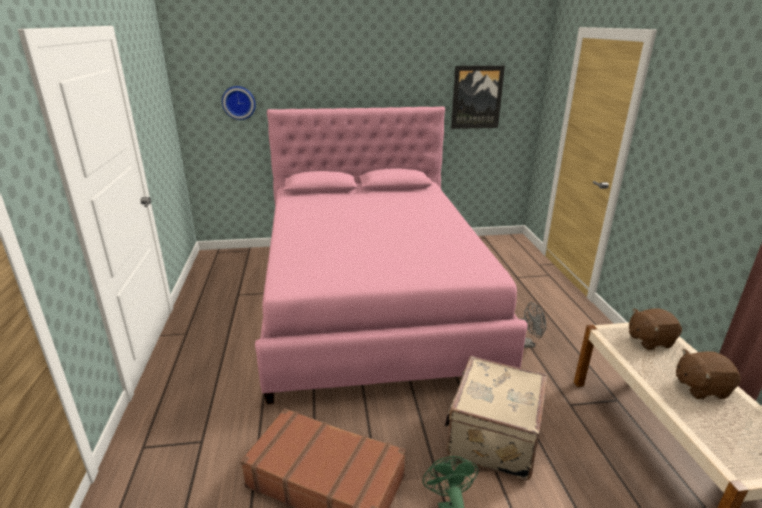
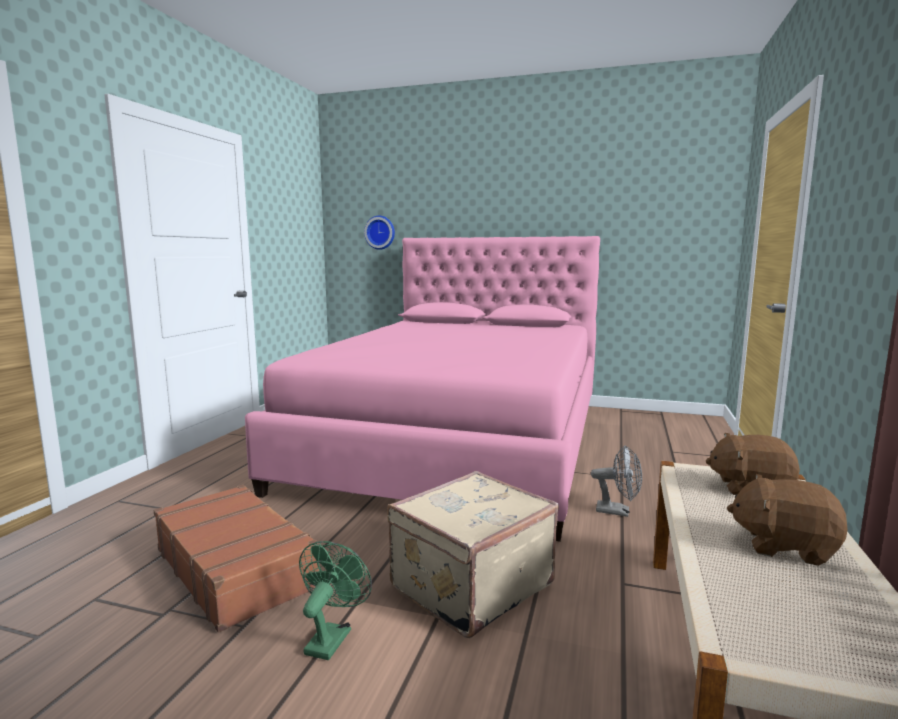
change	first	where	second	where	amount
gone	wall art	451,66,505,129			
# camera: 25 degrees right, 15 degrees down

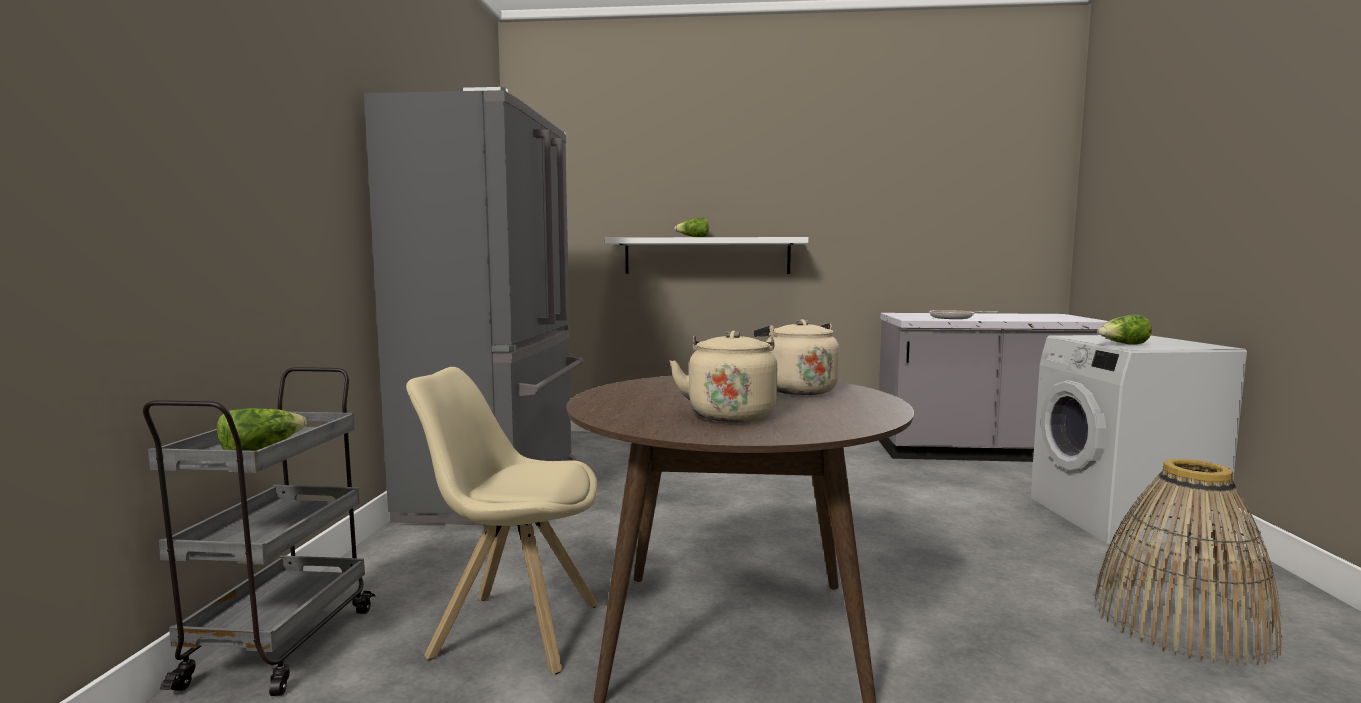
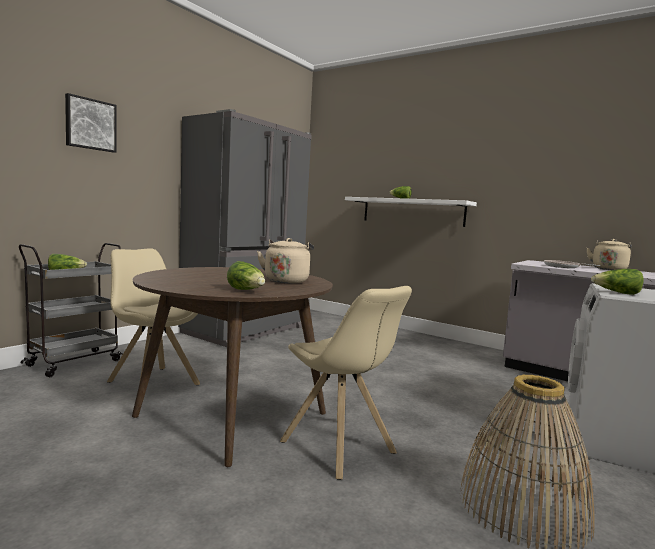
change	first	where	second	where	amount
new			wall art	65,93,117,153	
new			lettuce head	227,261,265,290	
new			plain chair in beige-coloured	280,286,412,480	
shifted	kettle in beige-coloured	669,331,777,422		587,239,632,270	
# camera: 30 degrees right, 0 degrees up

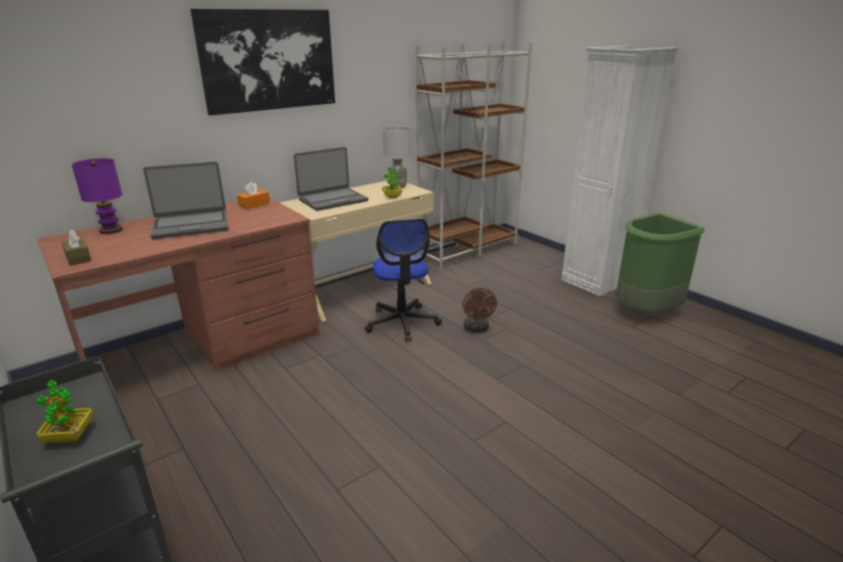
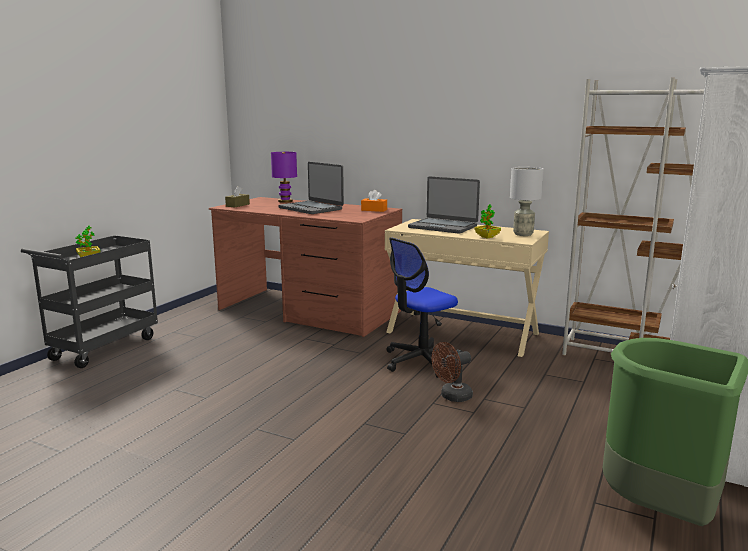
change	first	where	second	where	amount
gone	wall art	190,8,335,116			
# camera: 65 degrees right, 10 degrees down

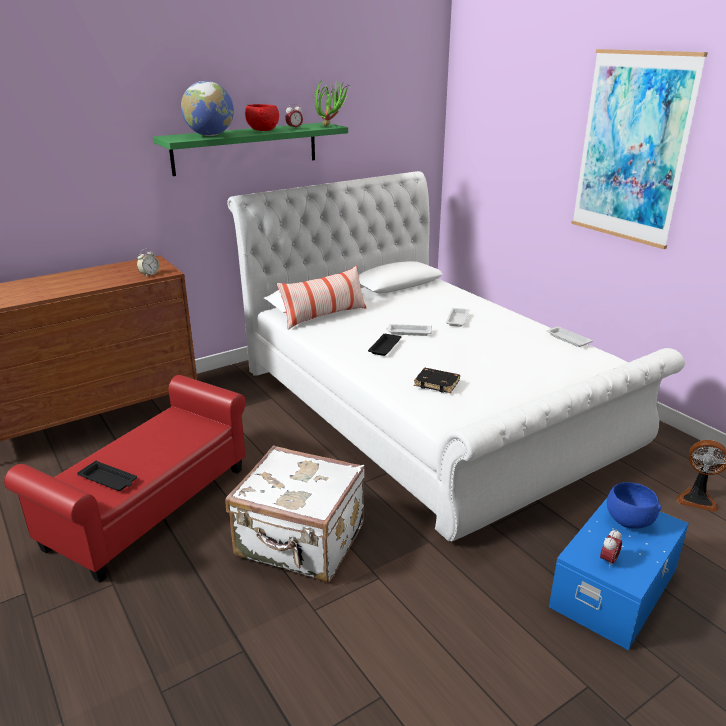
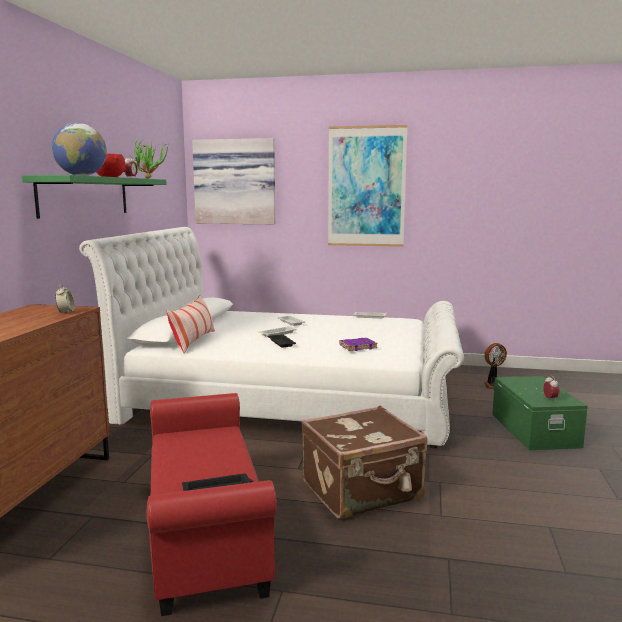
change	first	where	second	where	amount
gone	bowl in bluish	607,482,662,529			
new			wall art	192,138,275,224	
repainted	piece of luggage in white	226,445,365,582	piece of luggage in brown-coloured	301,406,428,519	
repainted	bound book in black-coloured	414,368,460,393	bound book in purplish	339,338,378,351	
repainted	storage container in bluish	549,498,689,650	storage container in green-coloured	492,376,588,450	
# camera: 45 degrees left, 15 degrees down

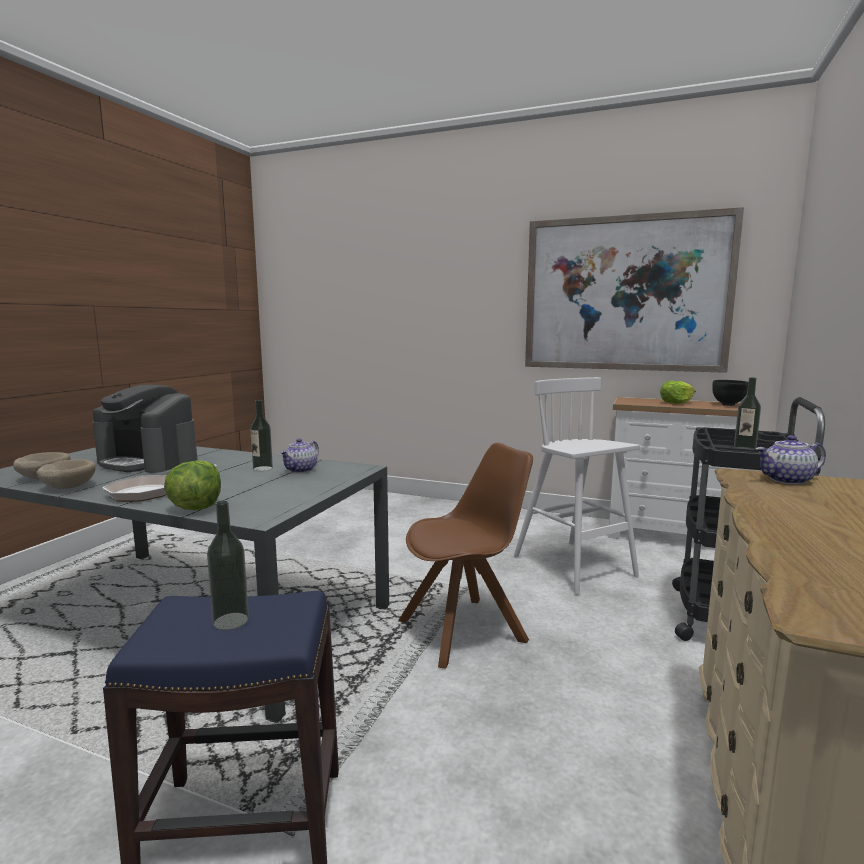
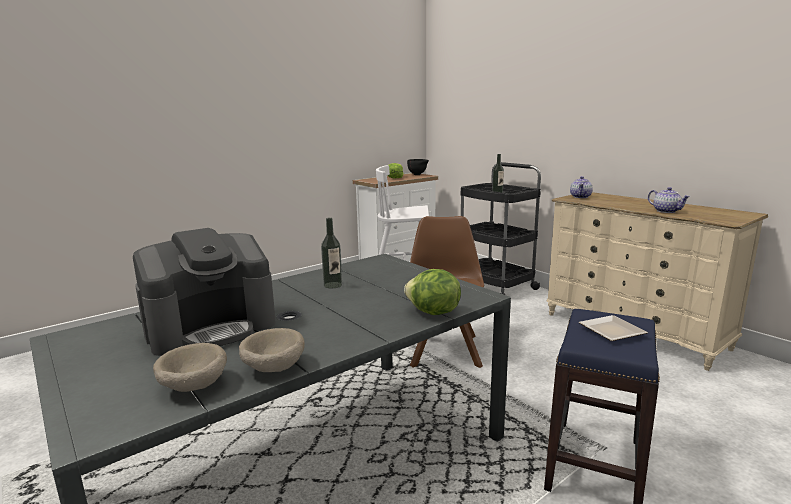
change	first	where	second	where	amount
gone	frying pan	102,464,217,502			
gone	wall art	525,207,744,373			
shifted	tea pot	280,438,319,473		648,187,690,213	
swapped	bottle	207,501,249,630	flat dish	579,315,648,341	
# camera: 60 degrees left, 5 degrees up

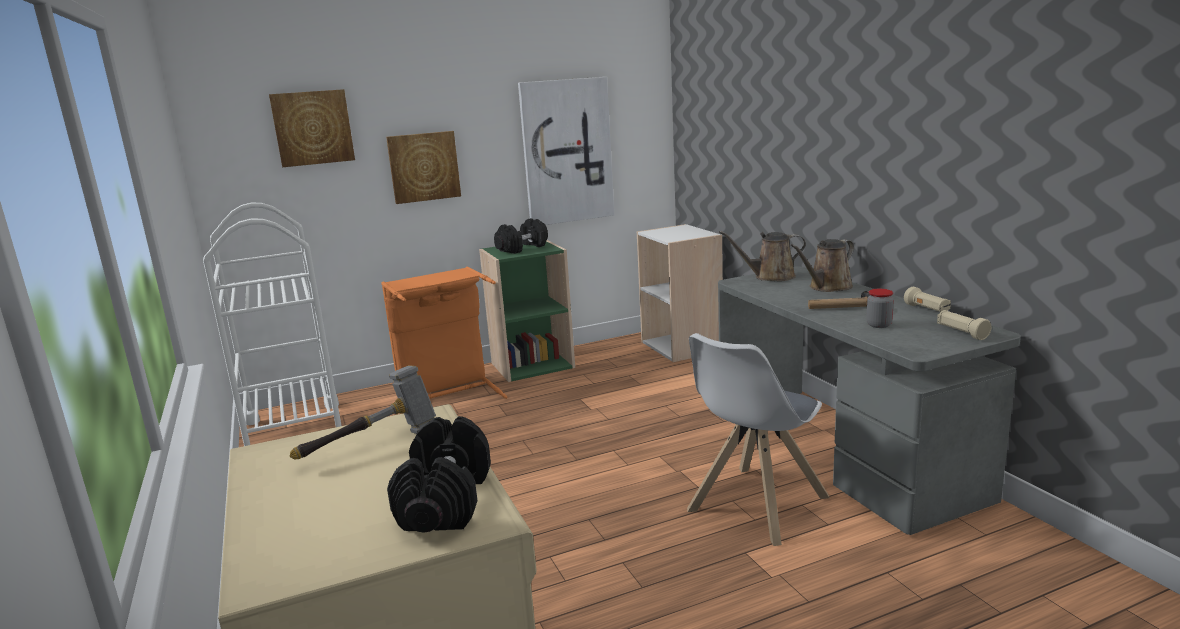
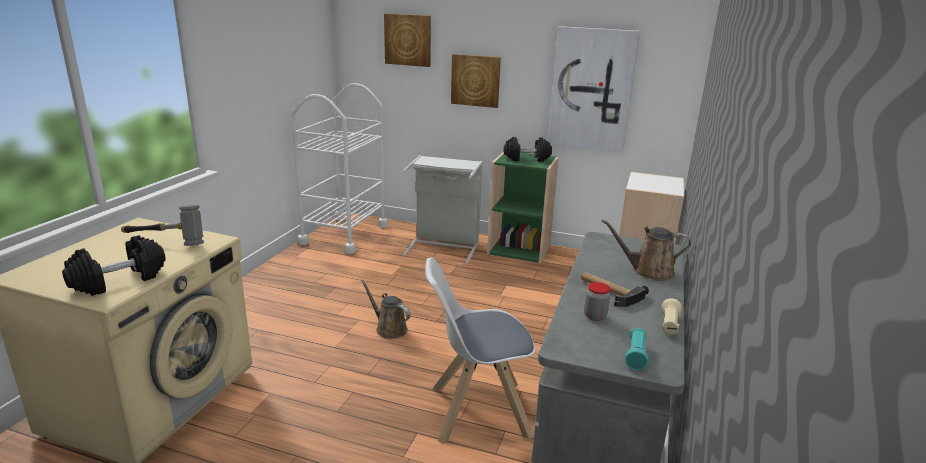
change	first	where	second	where	amount
shifted	watering can in brown-coloured	719,231,806,281		361,280,411,339	
repainted	washing basket in orangey	381,266,507,399	washing basket in greyish	403,155,483,264	
repainted	flashlight in beige-coloured	937,310,991,340	flashlight in turquoise	625,328,648,370	
# camera: 40 degrees right, 5 degrees up

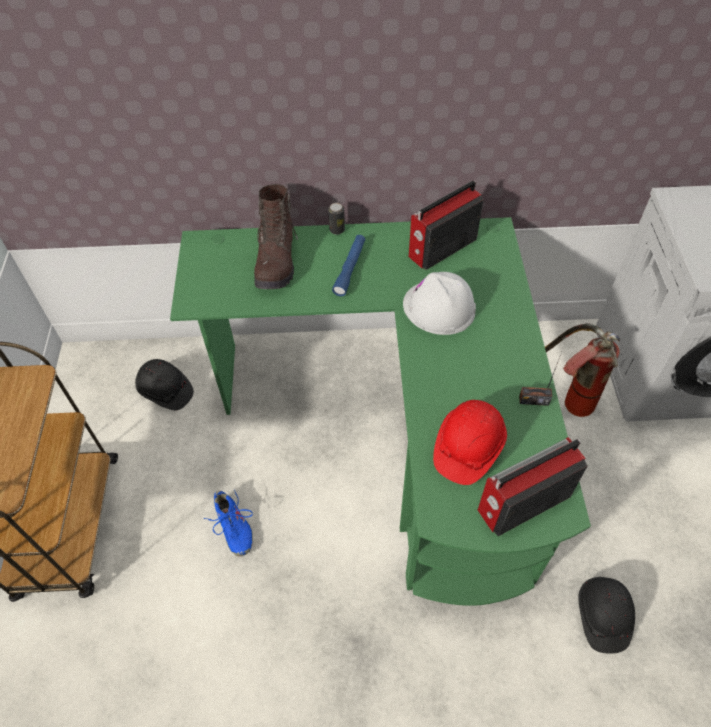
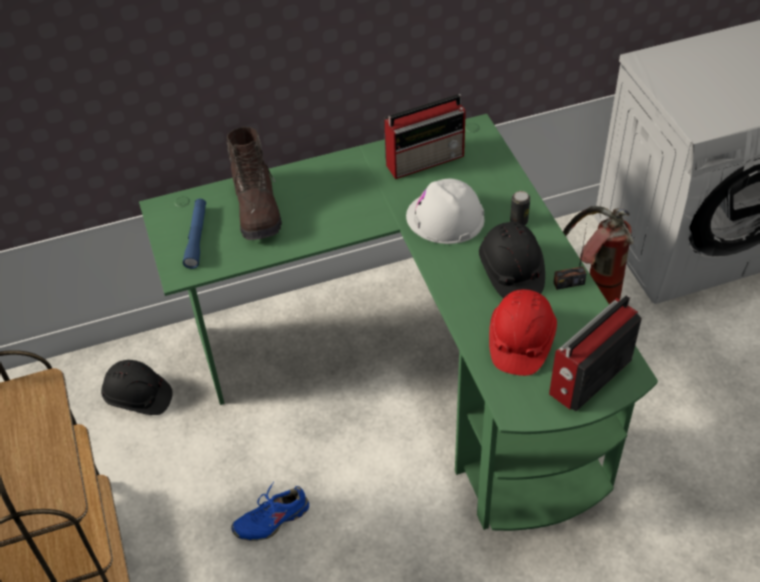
change	first	where	second	where	amount
shifted	can	328,203,345,235		510,191,530,225	
shifted	flashlight in bluish	332,235,365,296		183,199,206,269	
shifted	hard hat in black-coloured	578,577,635,654		479,222,545,299	
rotated	shoe in bluish	203,490,253,556		231,482,309,541	105 degrees clockwise
rotated	radio set	409,180,484,270		384,94,466,179	150 degrees counterclockwise
# camera: 15 degrees left, 5 degrees down

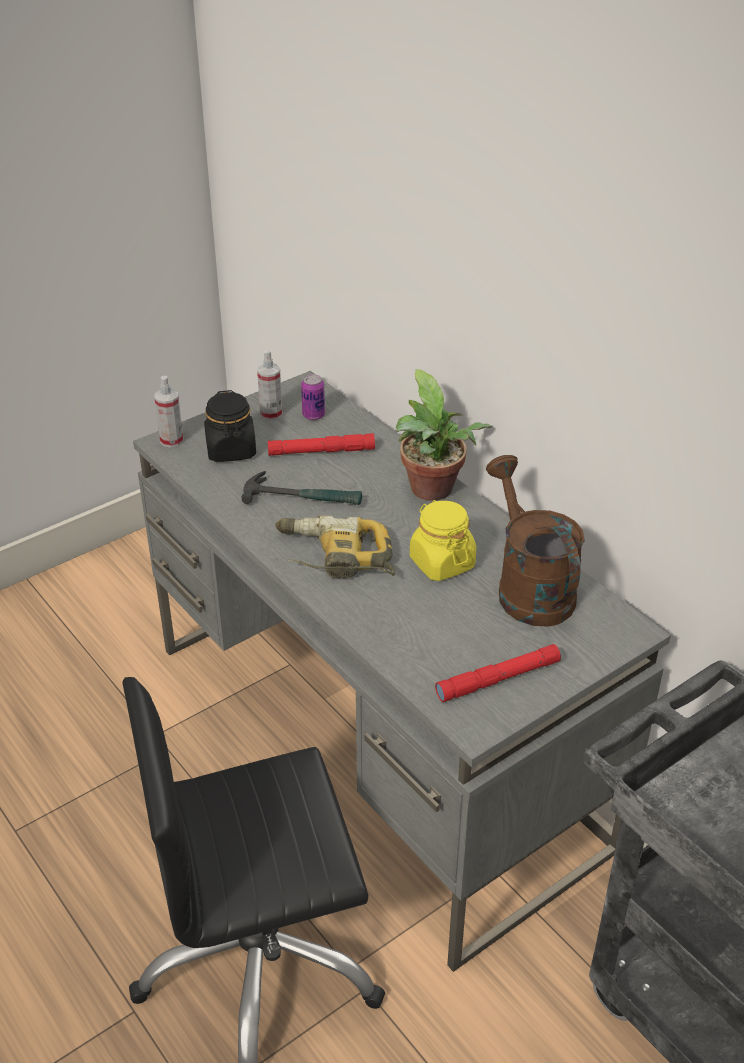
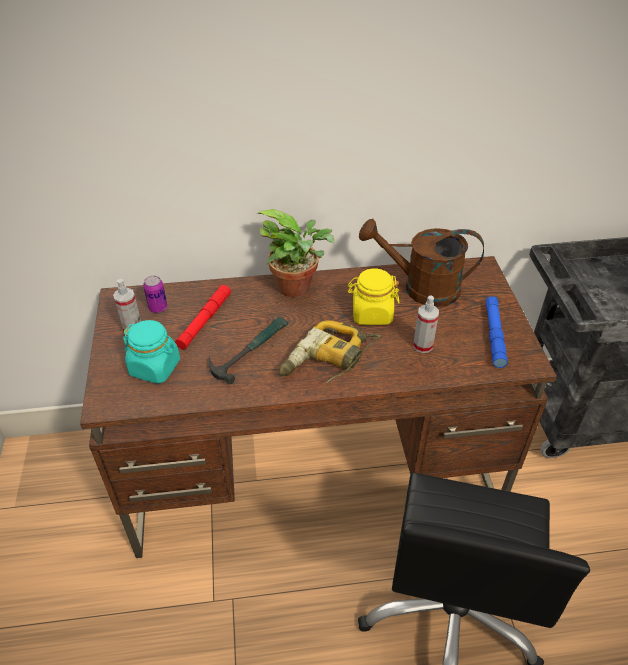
change	first	where	second	where	amount
shifted	spray bottle	154,376,183,448		413,296,439,353	
repainted	desk in greyish	133,371,671,972	desk in brown-coloured	80,256,557,558	
repainted	preserve jar in black-coloured	204,390,256,462	preserve jar in turquoise	123,320,180,384	
repainted	flashlight in red-coloured	435,644,561,702	flashlight in bluish	485,296,508,368	
# camera: 60 degrees left, 5 degrees up

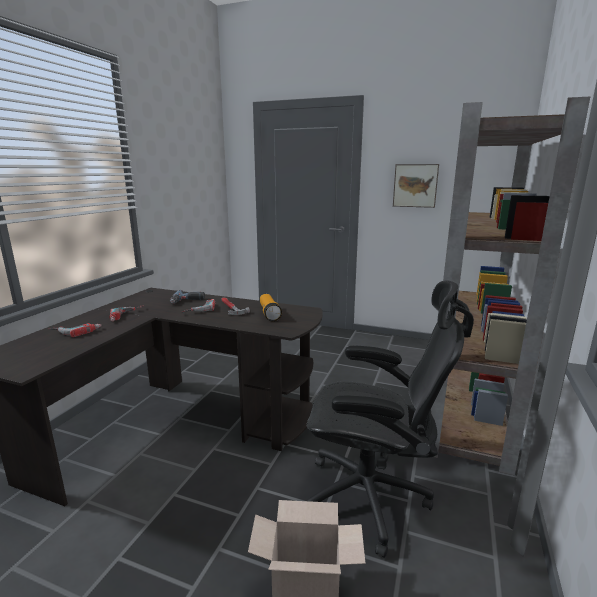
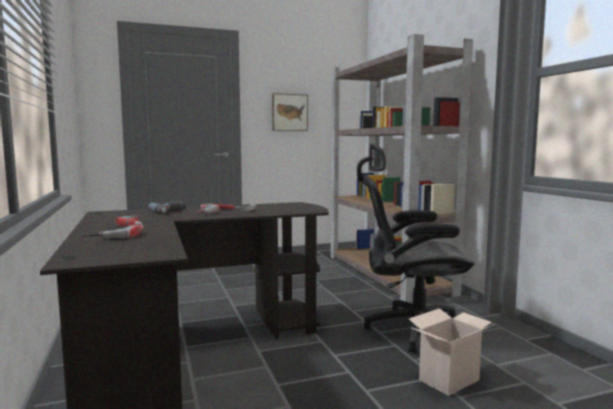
change	first	where	second	where	amount
gone	flashlight	260,294,282,321			
rotated	desk chair	306,280,474,558		357,144,475,354	150 degrees counterclockwise
# camera: 40 degrees left, 10 degrees down

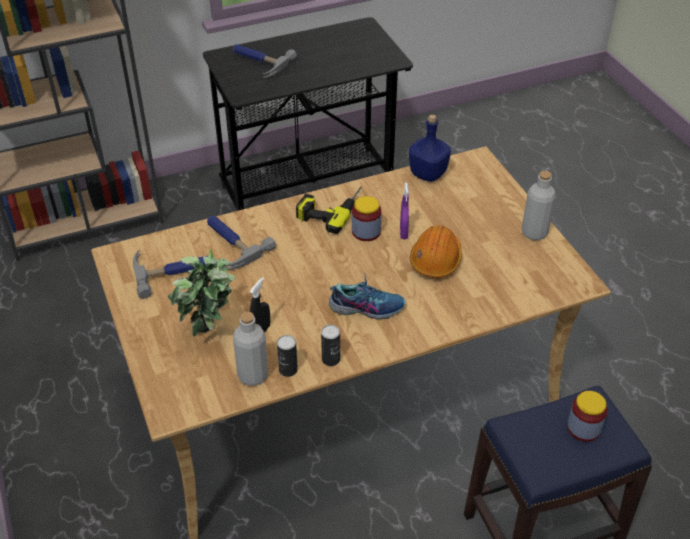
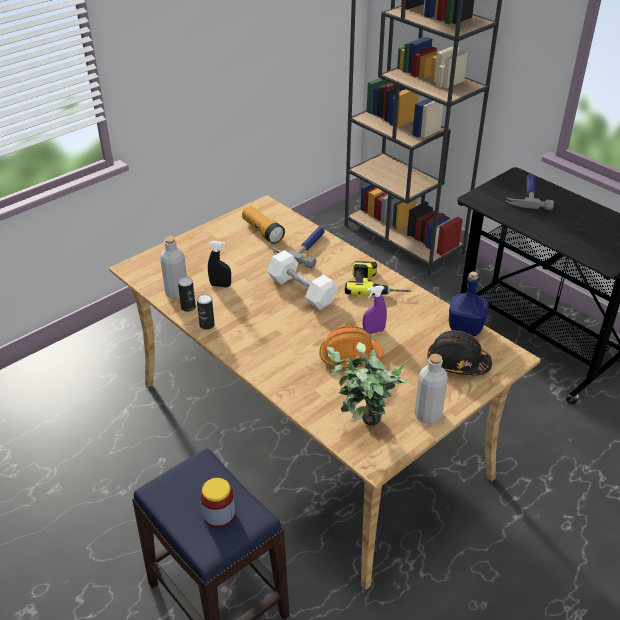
change	first	where	second	where	amount
gone	shoe	329,273,406,320			
gone	preserve jar	352,196,382,241			
new			free weight in white	267,250,338,310	
new			hard hat in black-coloured	427,330,492,376	
shifted	potted plant	167,249,235,336		327,342,408,426	
swapped	hammer	133,250,208,299	flashlight	242,206,285,244	
# camera: 70 degrees right, 5 degrees down

